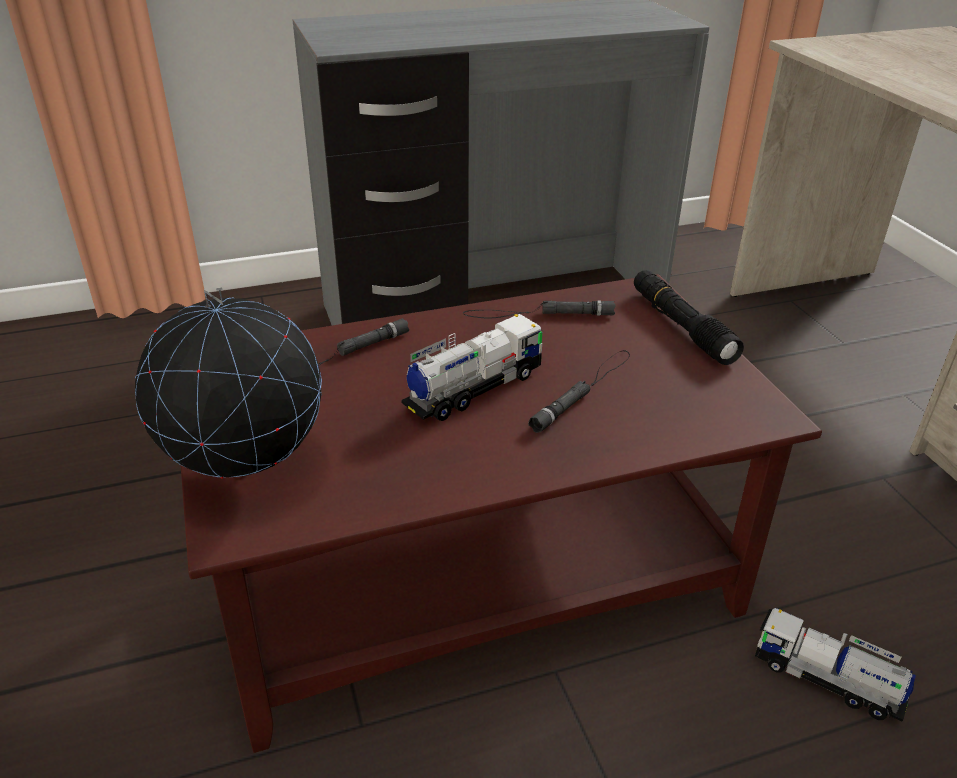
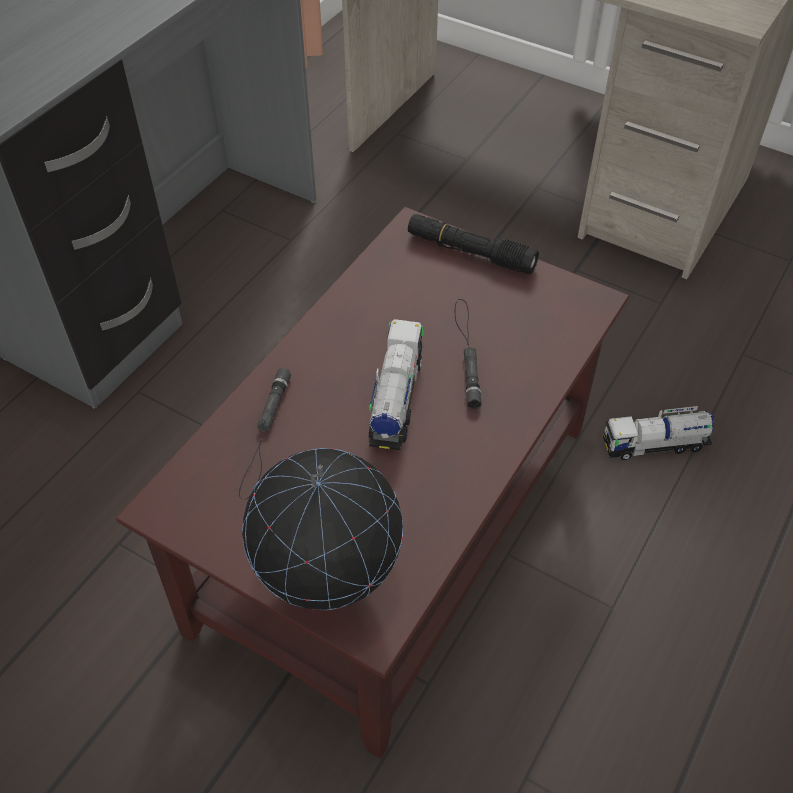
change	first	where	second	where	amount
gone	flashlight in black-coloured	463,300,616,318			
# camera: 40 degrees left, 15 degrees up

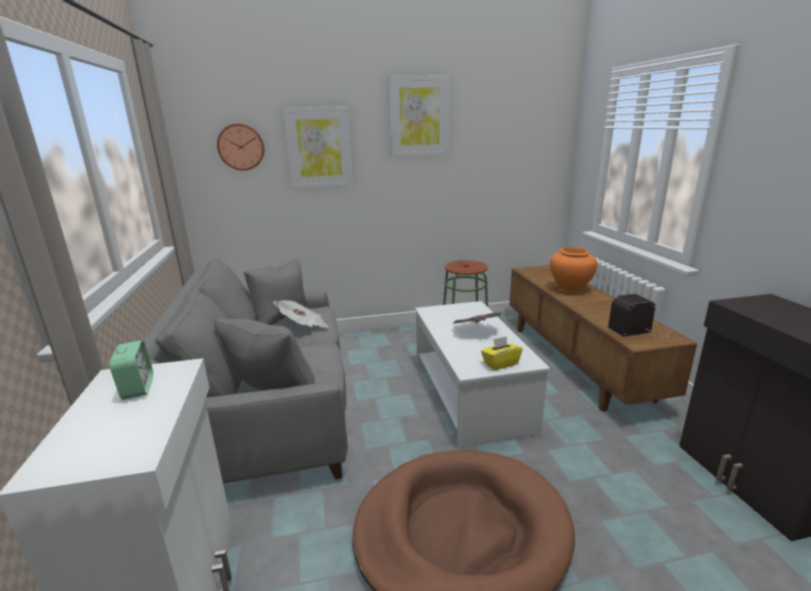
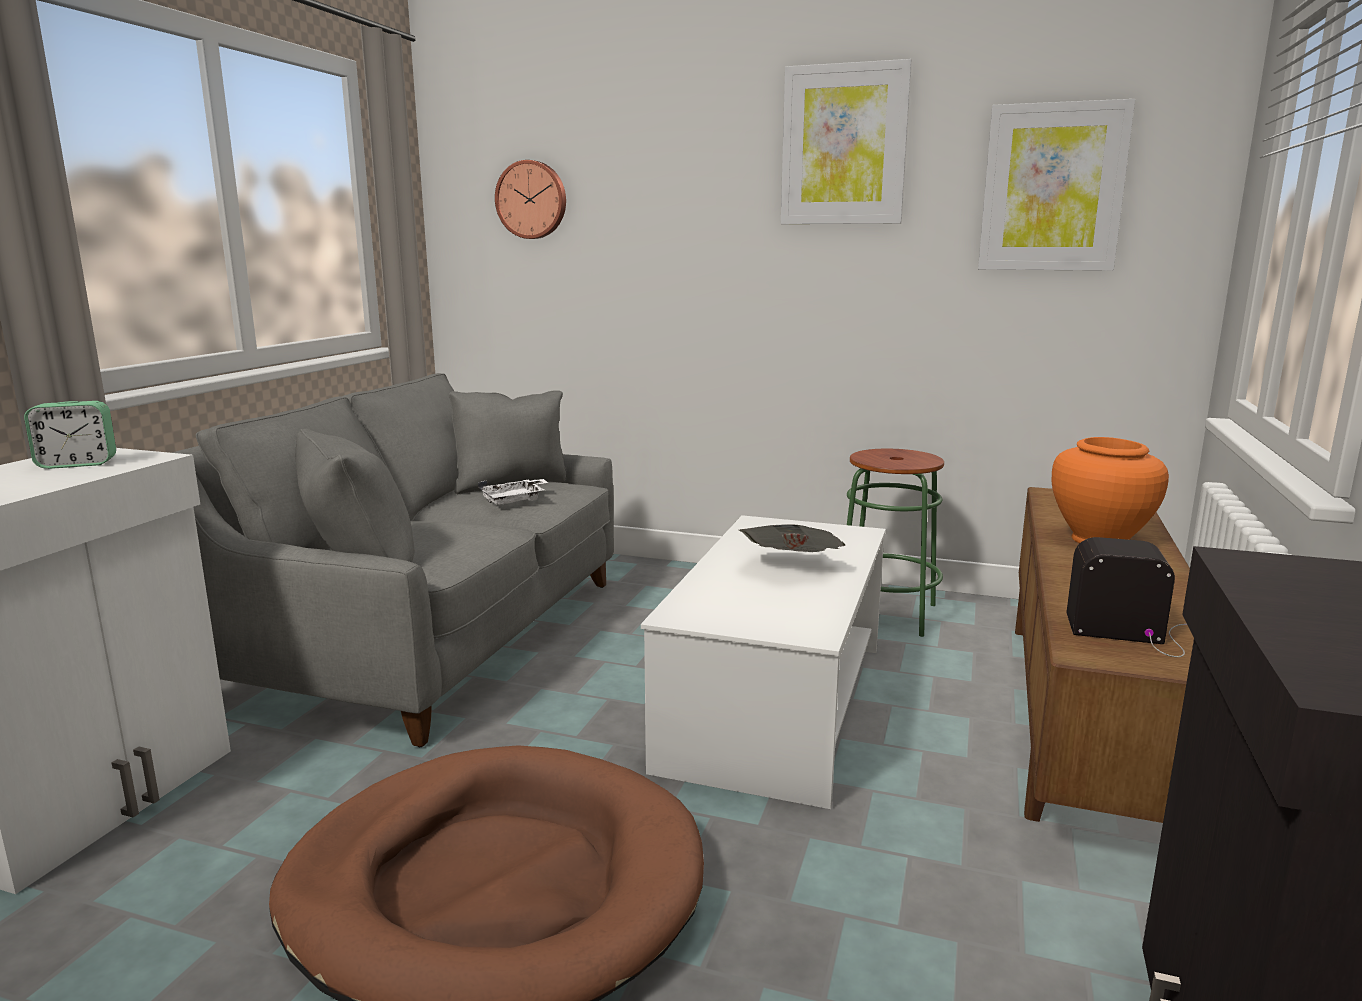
change	first	where	second	where	amount
gone	box of tissues in yellowish	481,336,523,370			
shifted	wall art	283,106,353,189		978,99,1135,271	
swapped	printed paper	273,300,328,328	tray in white	478,479,548,505	
rotated	alarm clock	110,340,153,400		24,401,116,469	60 degrees clockwise
# camera: 30 degrees right, 5 degrees down

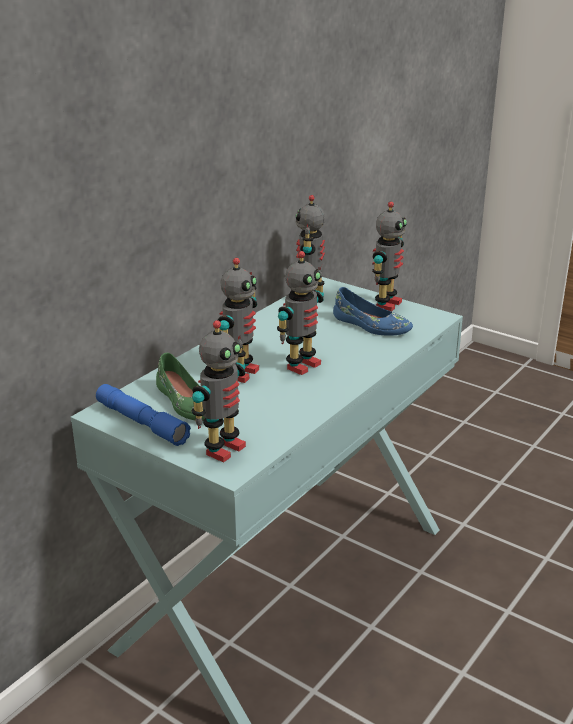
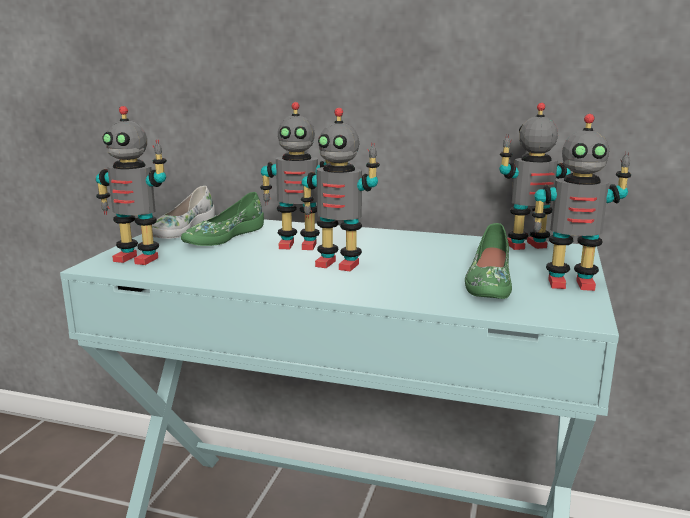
change	first	where	second	where	amount
swapped	flashlight in bluish	96,384,191,446	shoe in white	152,186,215,239	
repainted	shoe in bluish	333,287,413,336	shoe in green-coloured	465,223,512,299	
# camera: 70 degrees right, 10 degrees down

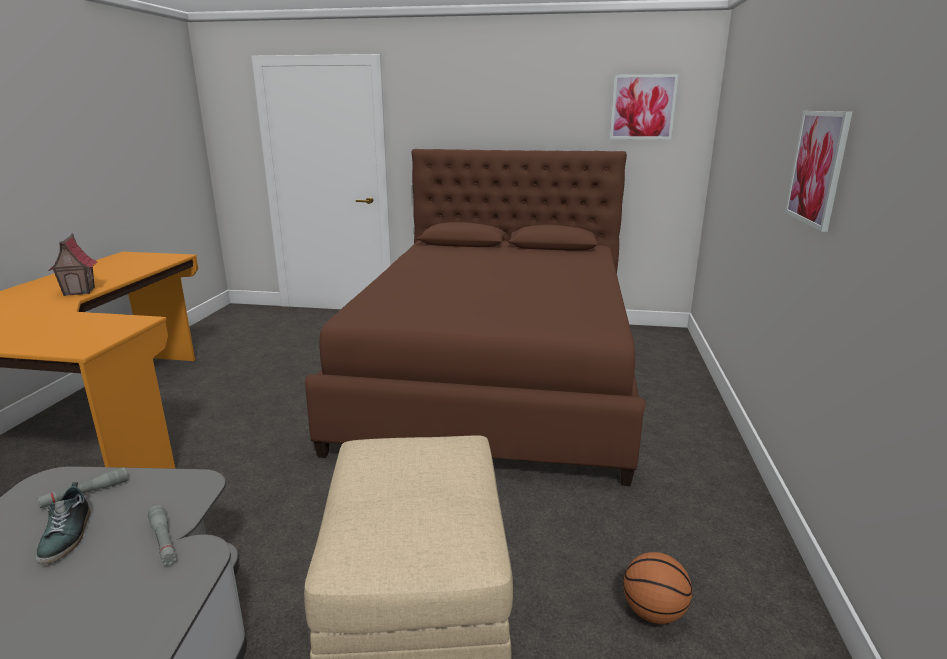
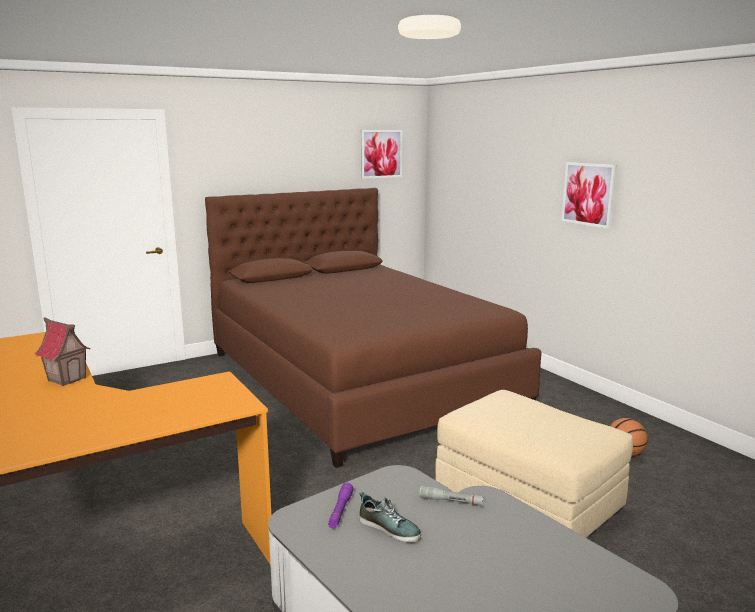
change	first	where	second	where	amount
repainted	flashlight in greyish	37,467,128,508	flashlight in purplish	328,483,354,529	
# camera: 40 degrees left, 5 degrees down

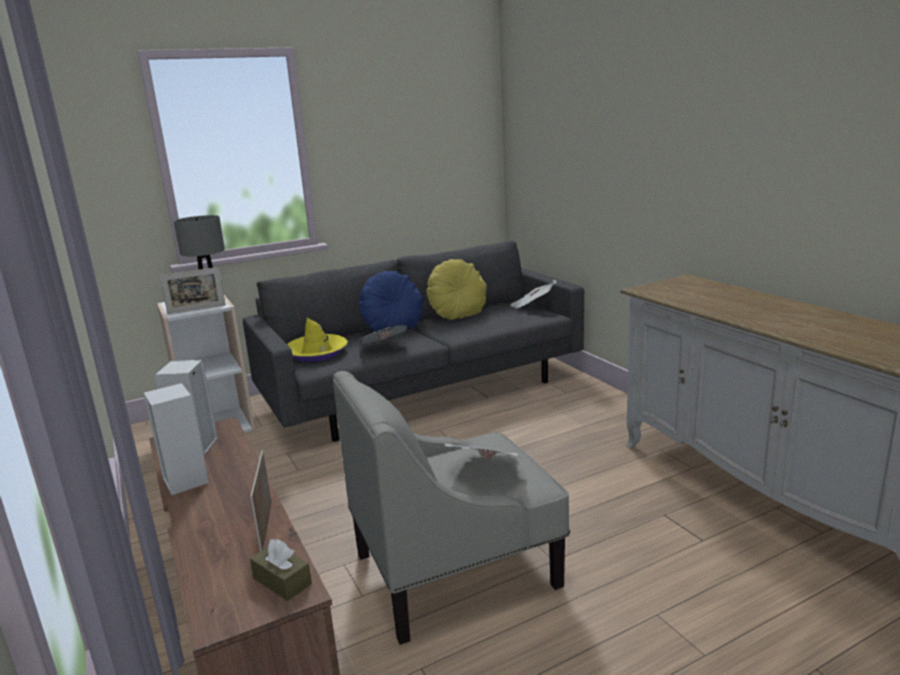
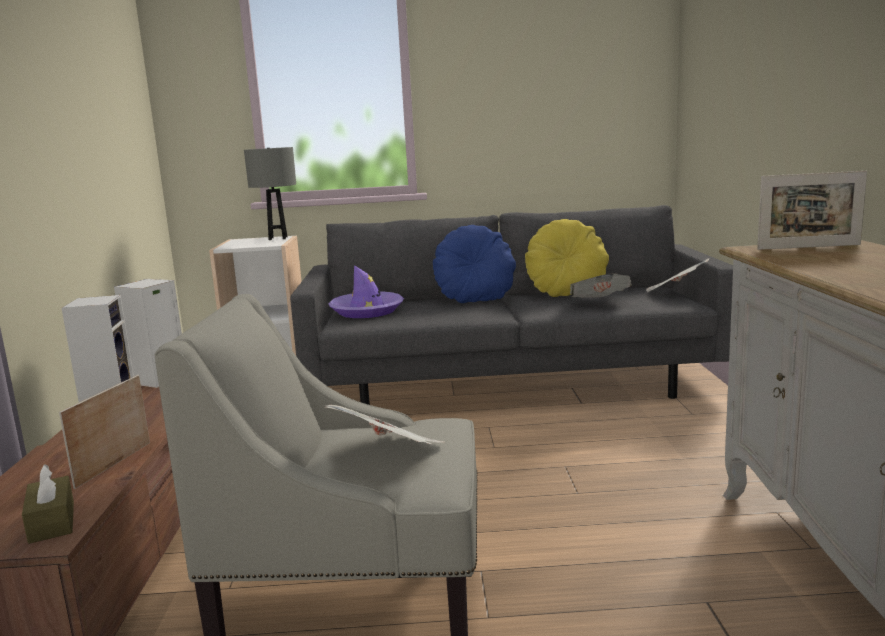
change	first	where	second	where	amount
shifted	photo frame	159,267,226,314		757,171,867,250	
shifted	printed paper	359,325,407,344		570,273,632,298	
repainted	hat in yellowish	287,318,348,362	hat in purplish	329,265,404,318	
# camera: 25 degrees right, 5 degrees down

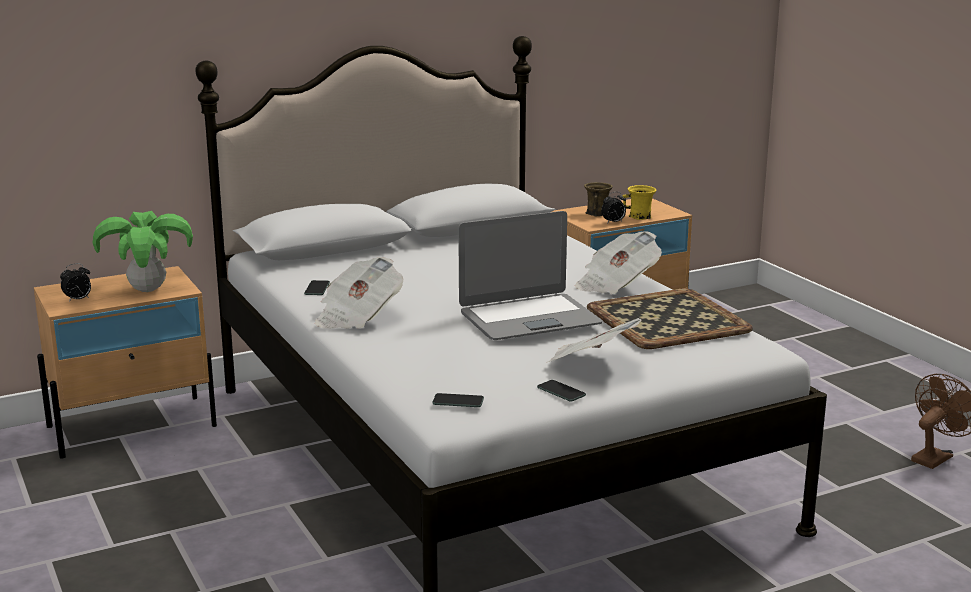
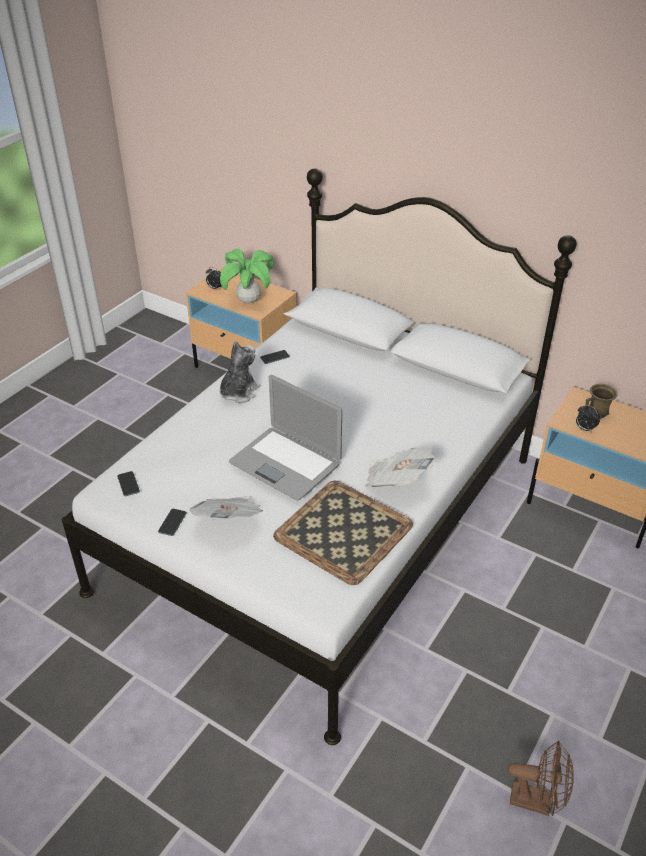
change	first	where	second	where	amount
gone	mug in yellowish	622,185,656,220			
swapped	printed paper	315,257,403,329	soft toy	220,341,260,403	
# camera: 60 degrees right, 20 degrees up

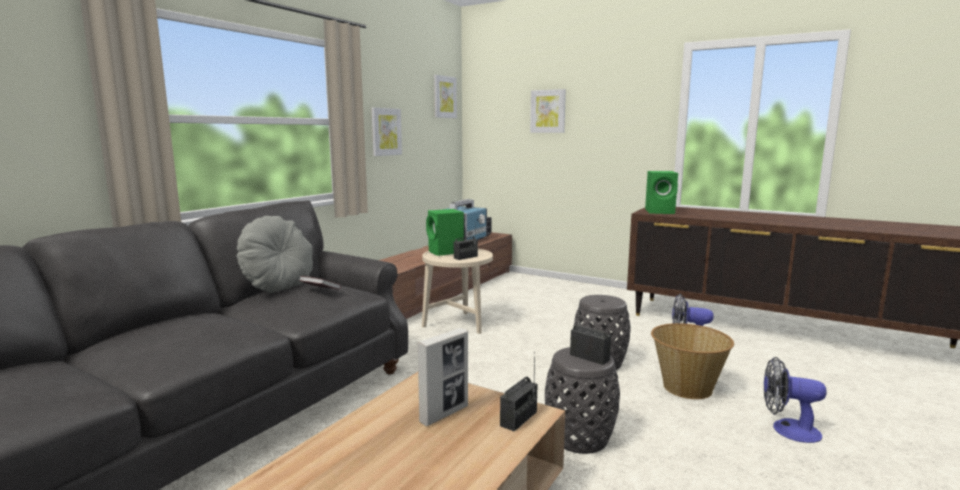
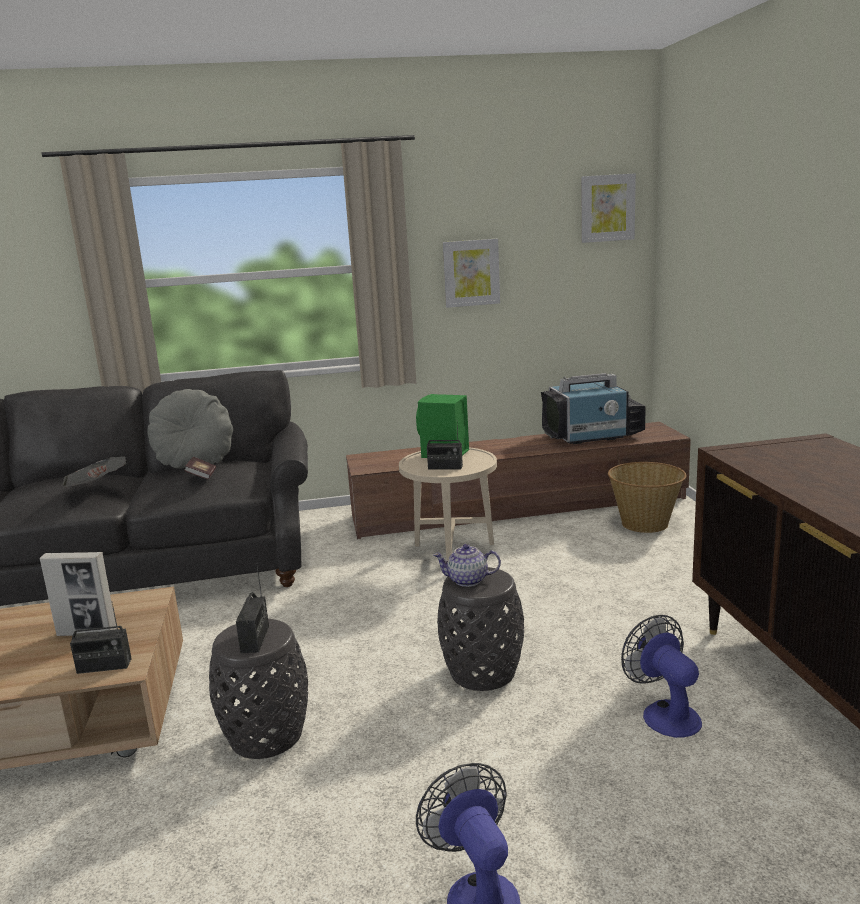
change	first	where	second	where	amount
gone	wall art	530,89,566,133			
gone	loudspeaker in green-coloured	645,171,678,214			
new			printed paper	62,456,126,487	
new			tea pot	433,544,501,587	
shifted	storage basket	651,323,734,399		608,462,687,533	
# camera: 50 degrees right, 5 degrees up

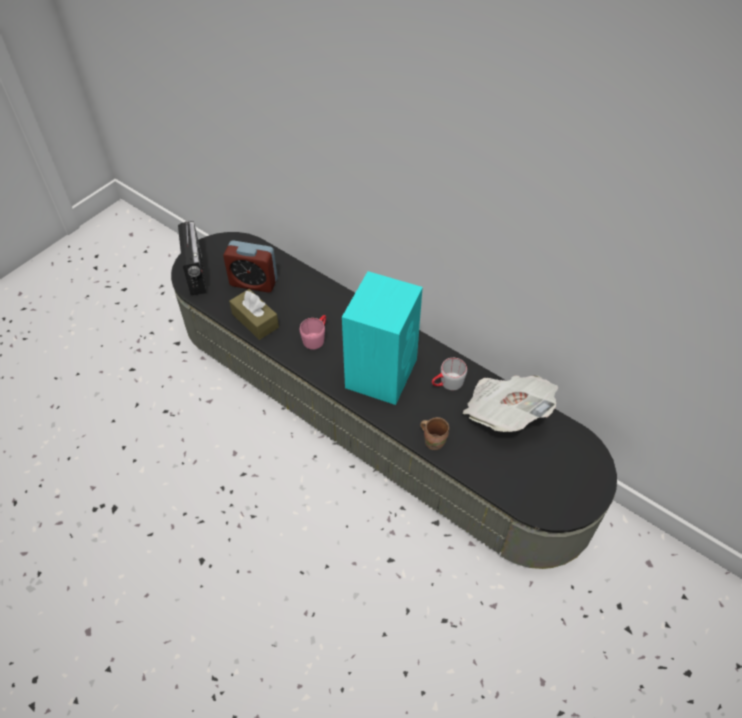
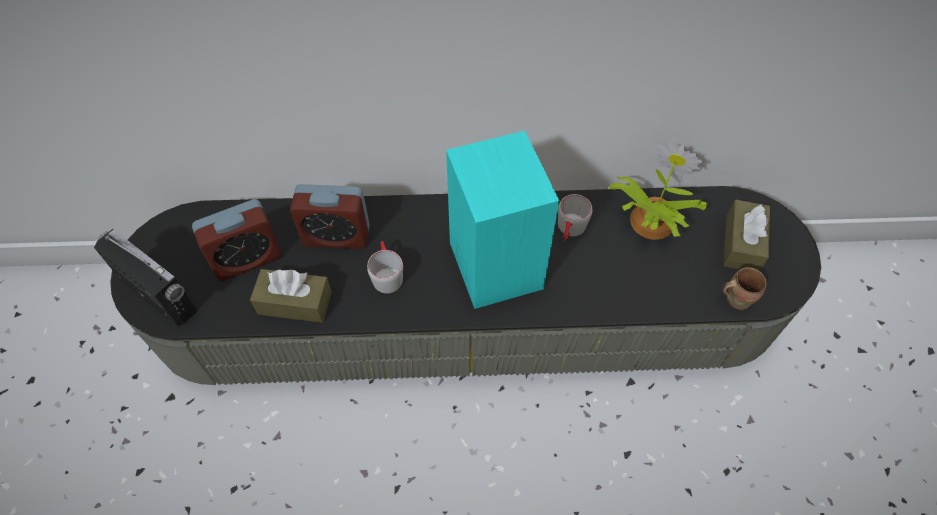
change	first	where	second	where	amount
new			alarm clock	290,184,370,249	
new			box of tissues in brown-coloured	724,199,770,271	
shifted	mug in brown-coloured	420,417,449,450		723,267,767,310	
swapped	printed paper	463,375,558,432	potted plant	608,143,707,240	
repainted	mug in pink-coloured	300,315,326,350	mug in greyish	367,241,403,293	
# camera: 40 degrees left, 5 degrees up

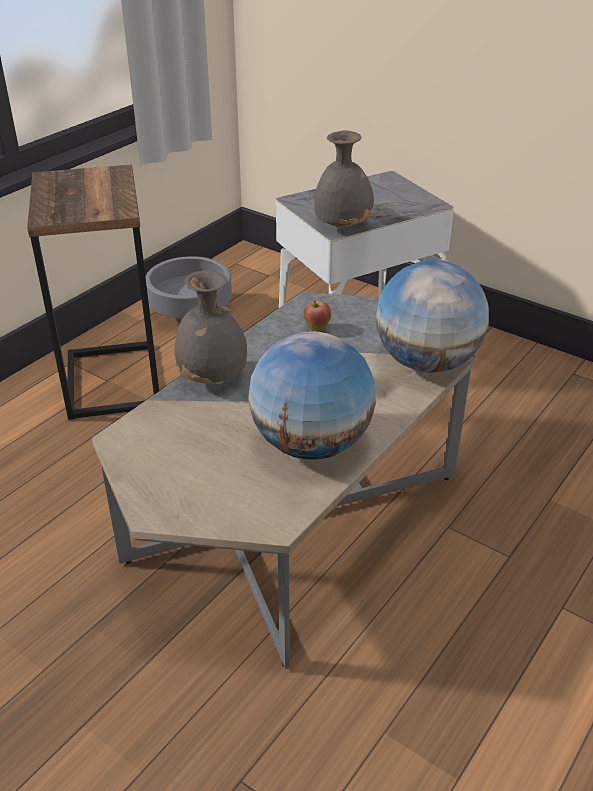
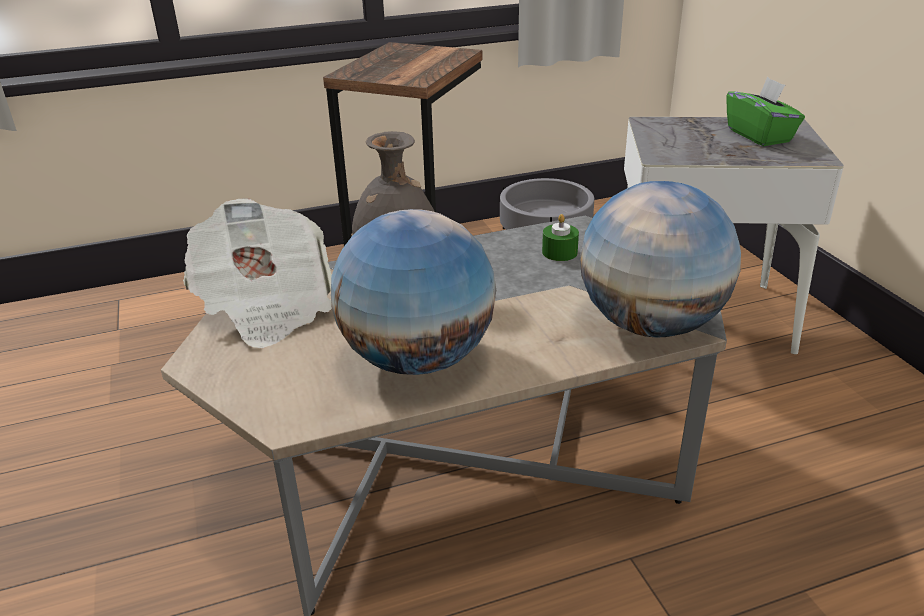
change	first	where	second	where	amount
gone	vase in greyish	314,131,374,228			
new			printed paper	183,199,332,348	
new			box of tissues in green-coloured	726,77,805,146	
swapped	whole apple	304,300,331,331	candle in green-coloured	542,214,579,261	
# camera: 35 degrees right, 5 degrees down

